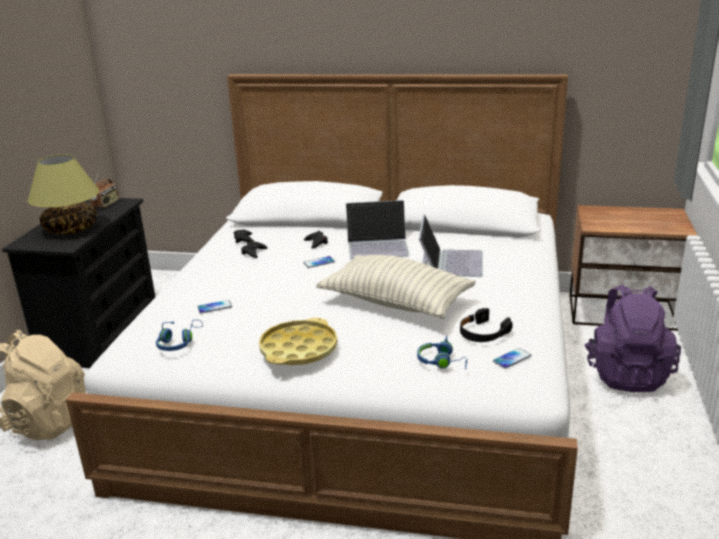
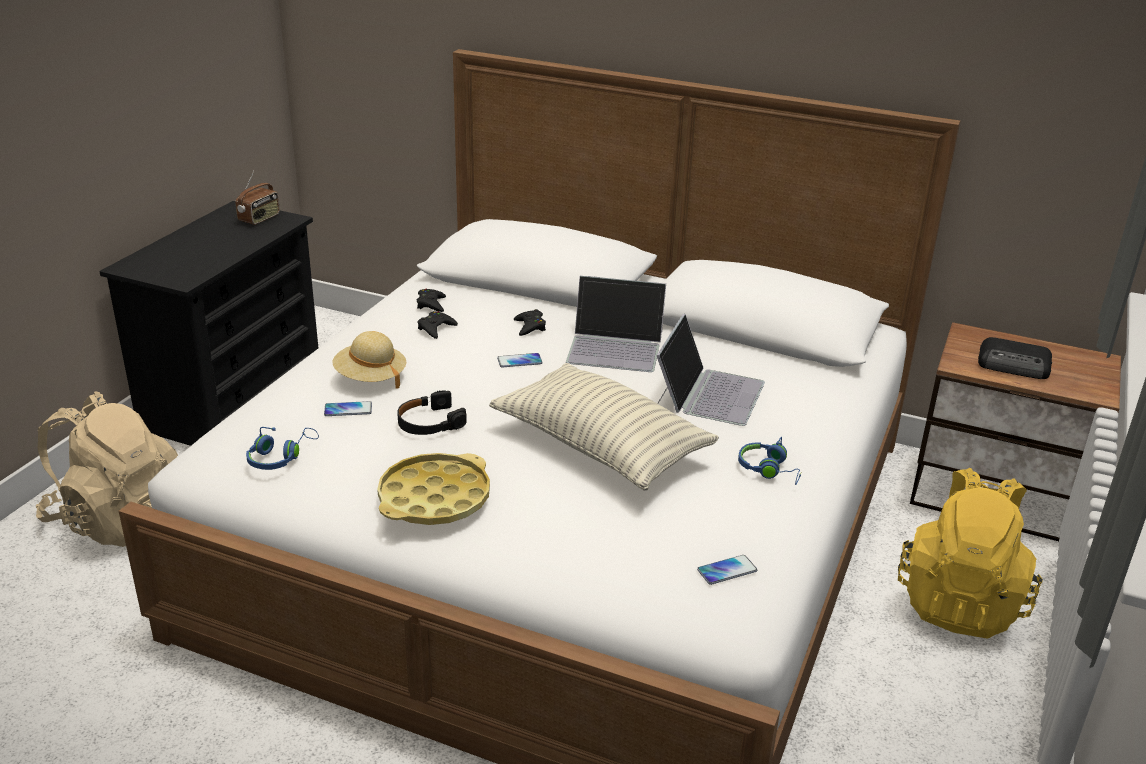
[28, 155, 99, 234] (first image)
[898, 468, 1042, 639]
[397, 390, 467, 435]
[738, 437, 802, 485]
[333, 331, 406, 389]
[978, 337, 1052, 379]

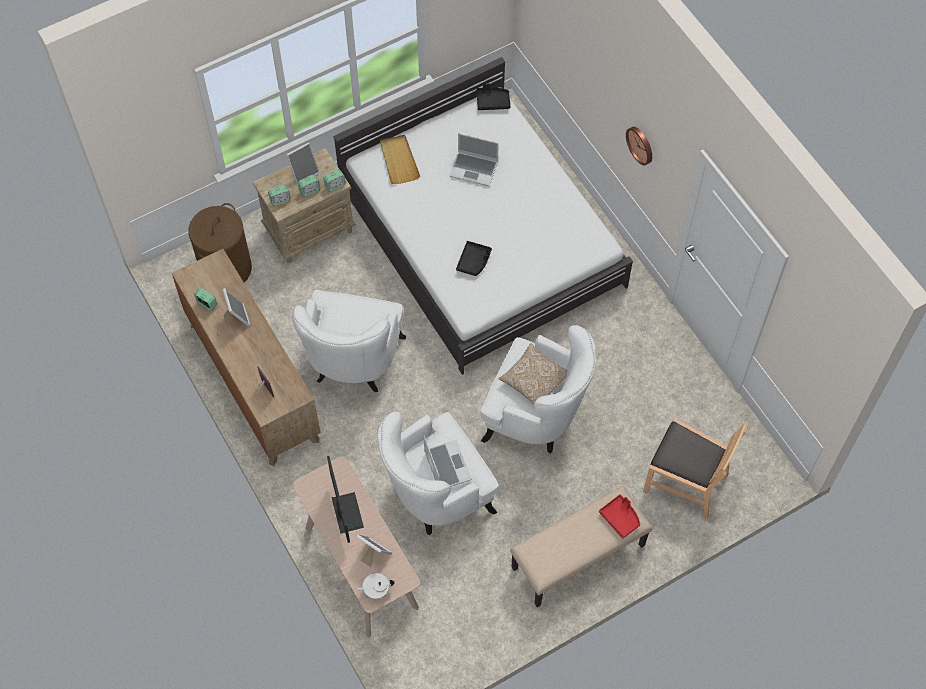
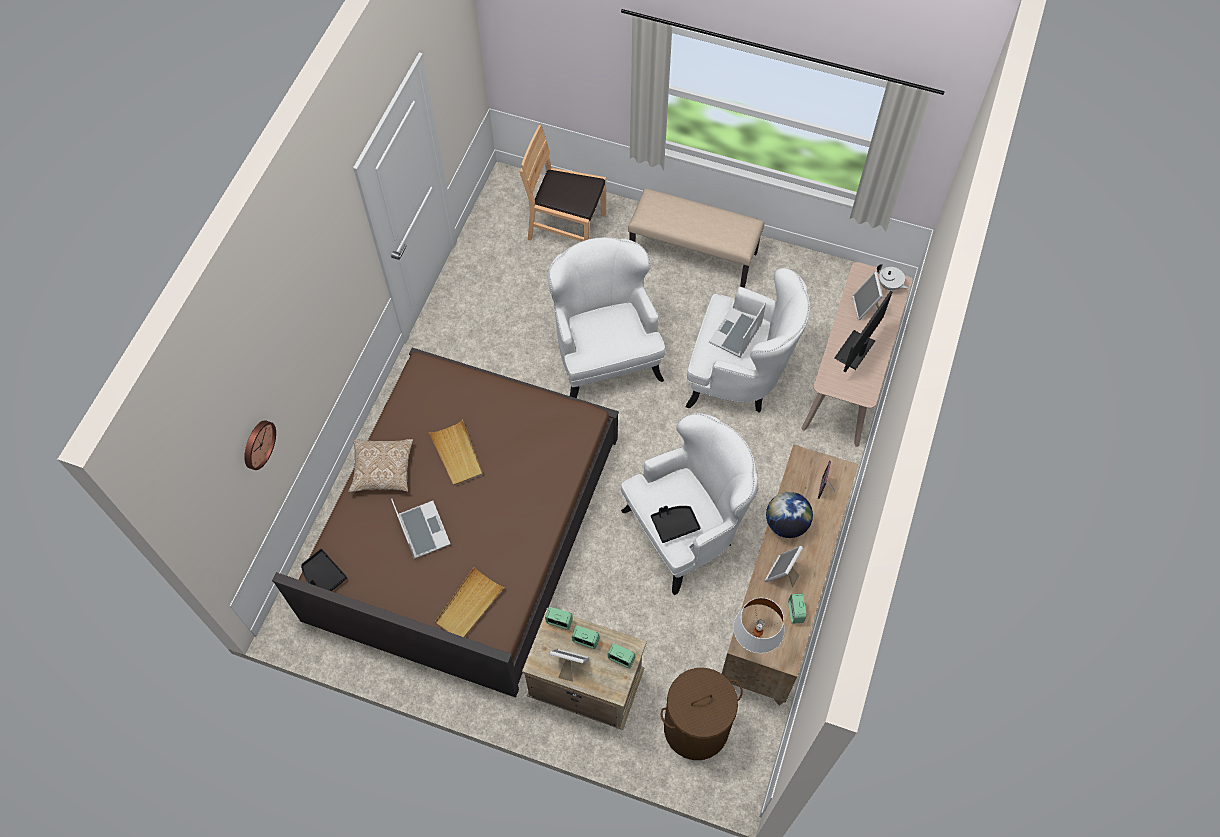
[272, 348, 619, 698]
[244, 420, 276, 470]
[651, 506, 701, 543]
[348, 439, 413, 492]
[520, 124, 606, 242]
[599, 494, 640, 539] (first image)
[429, 419, 483, 486]
[766, 492, 813, 538]
[733, 598, 785, 653]

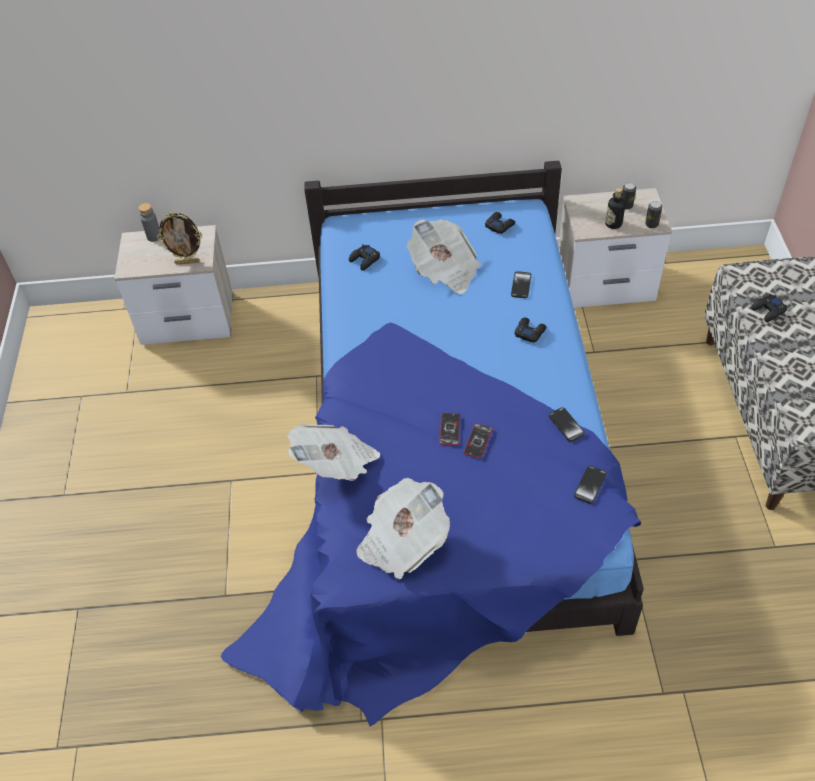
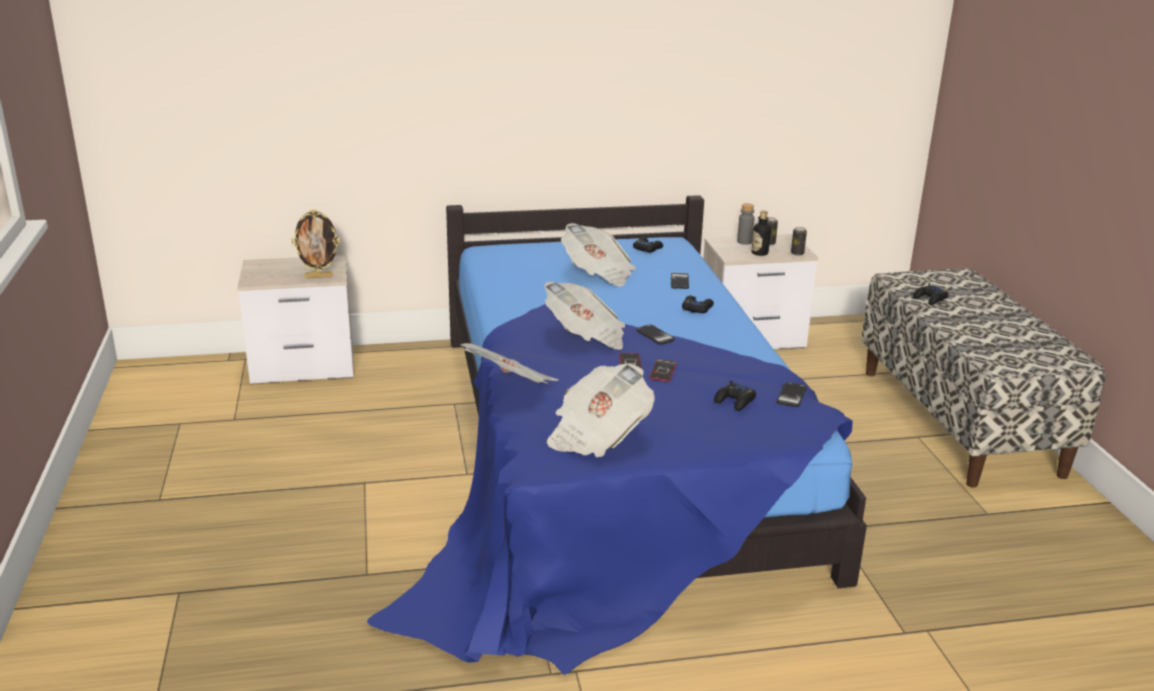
[737, 203, 755, 245]
[714, 381, 756, 411]
[636, 325, 675, 345]
[544, 281, 625, 350]

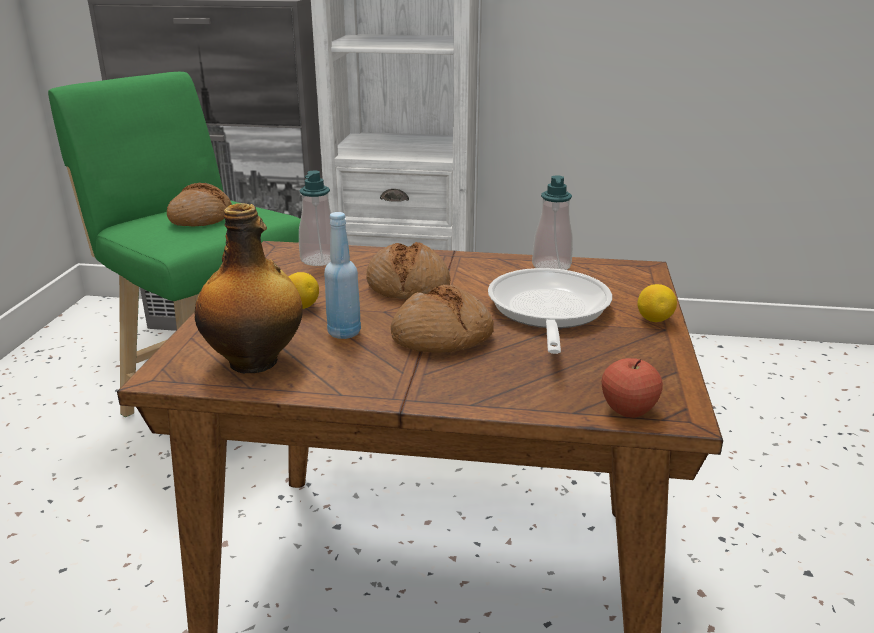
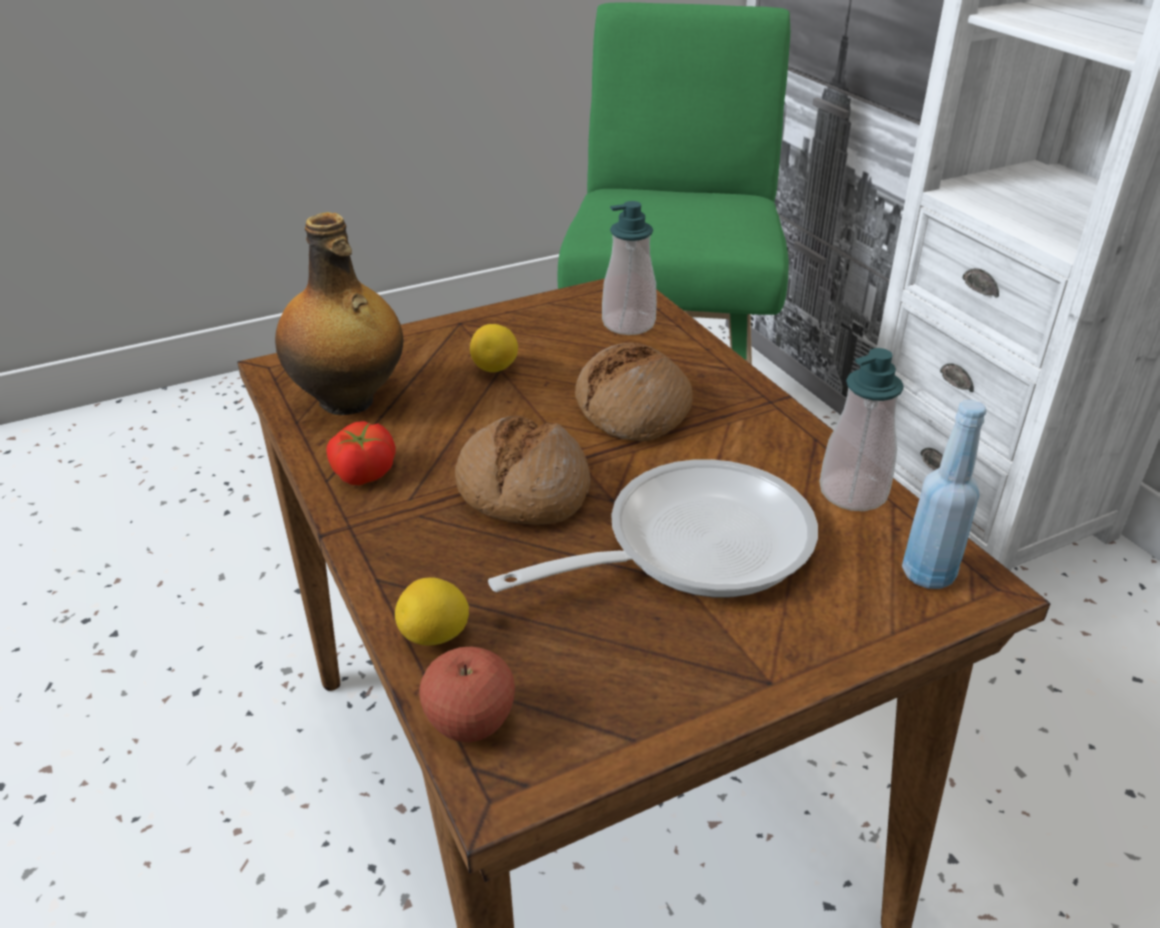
[167, 183, 232, 226] (first image)
[902, 400, 986, 589]
[395, 577, 469, 646]
[327, 421, 396, 485]

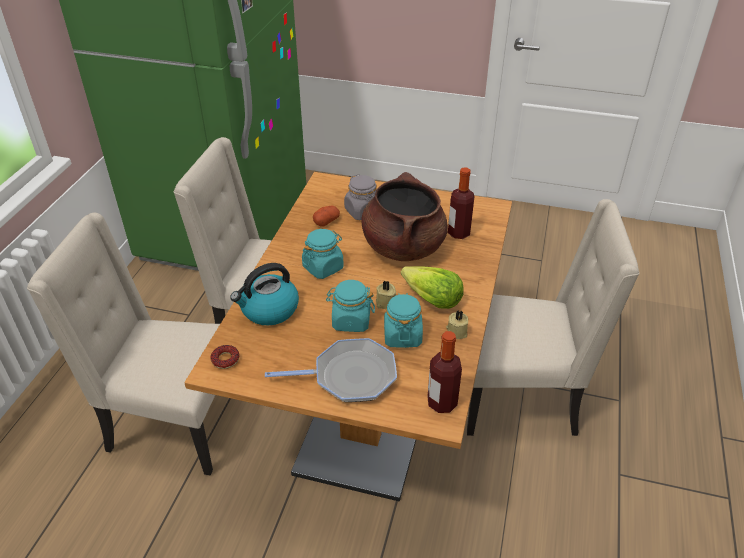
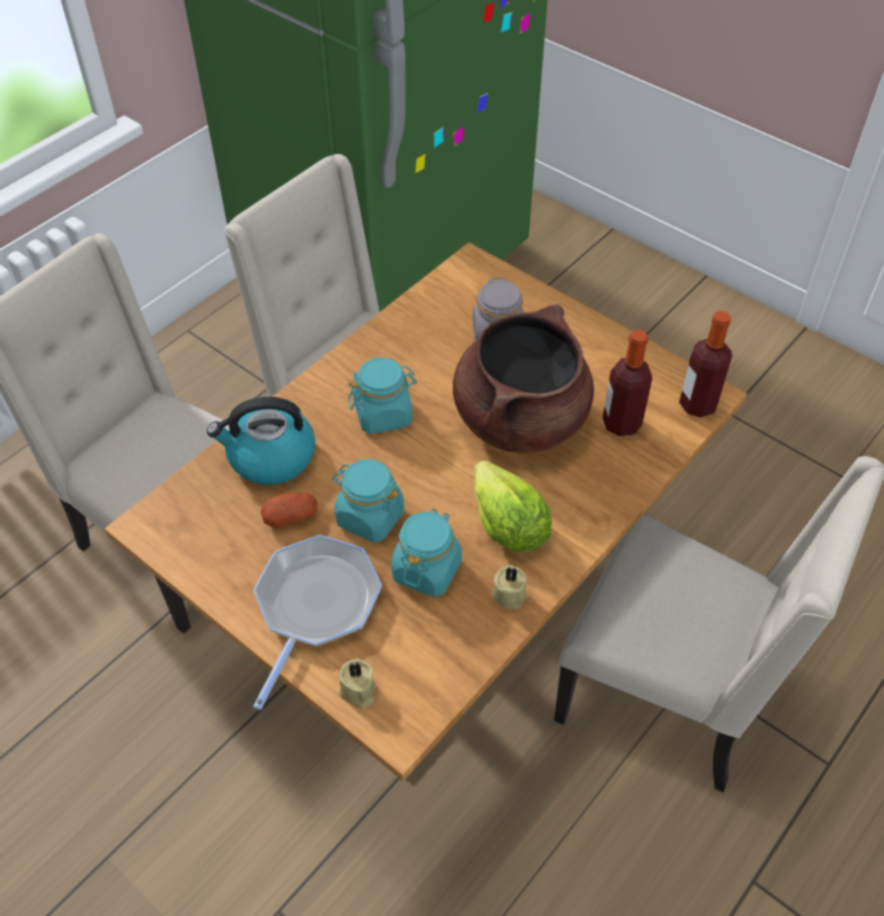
[261, 493, 317, 529]
[339, 659, 376, 709]
[679, 311, 732, 418]
[253, 535, 382, 710]
[211, 345, 240, 369] (first image)

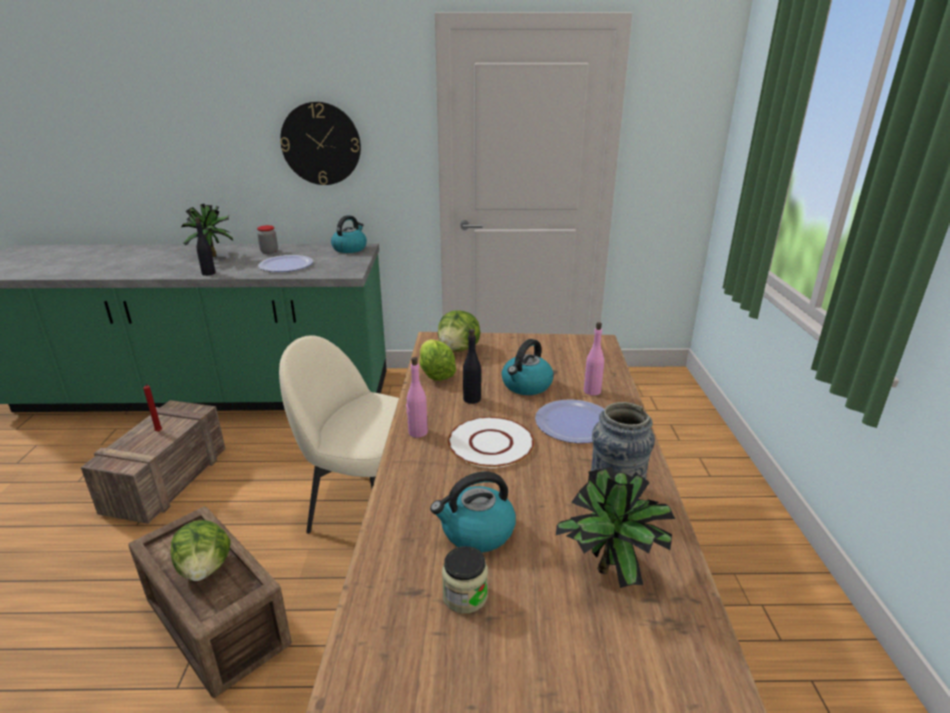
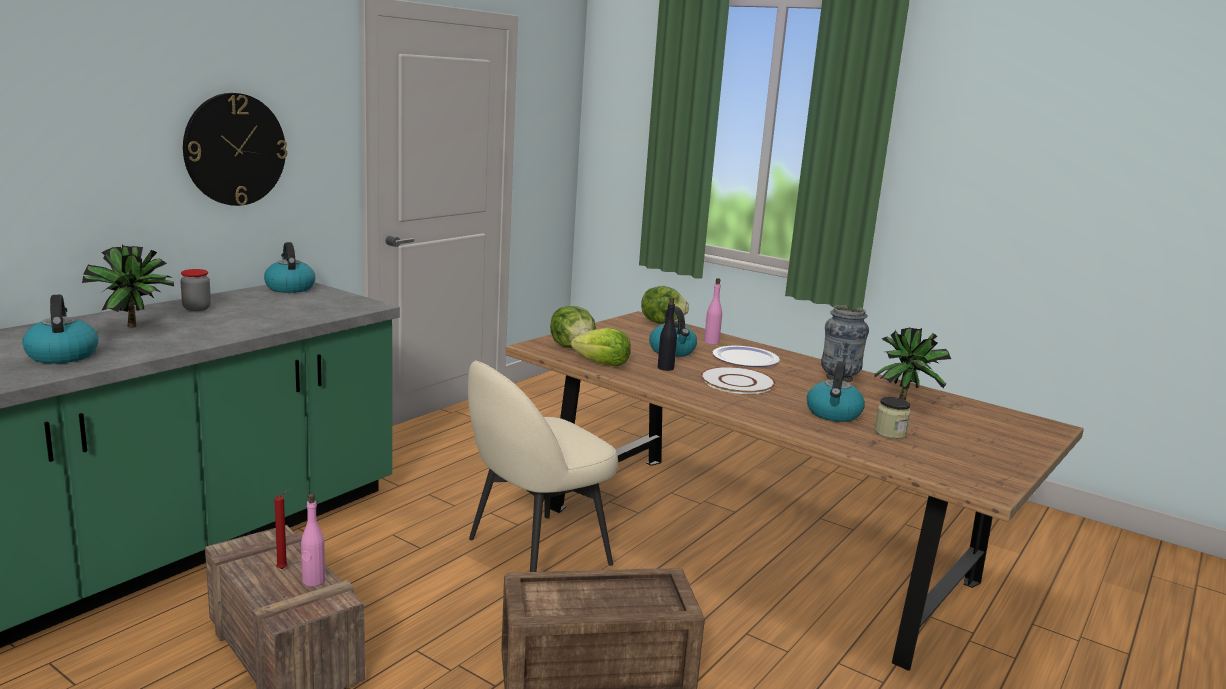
[195, 217, 216, 276] (first image)
[258, 255, 313, 272] (first image)
[301, 494, 325, 586]
[641, 286, 689, 324]
[22, 295, 99, 364]

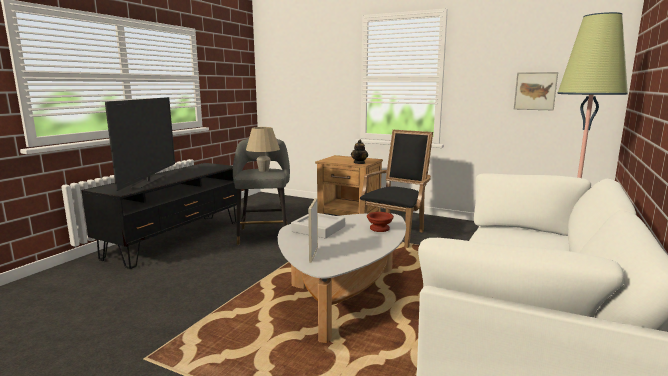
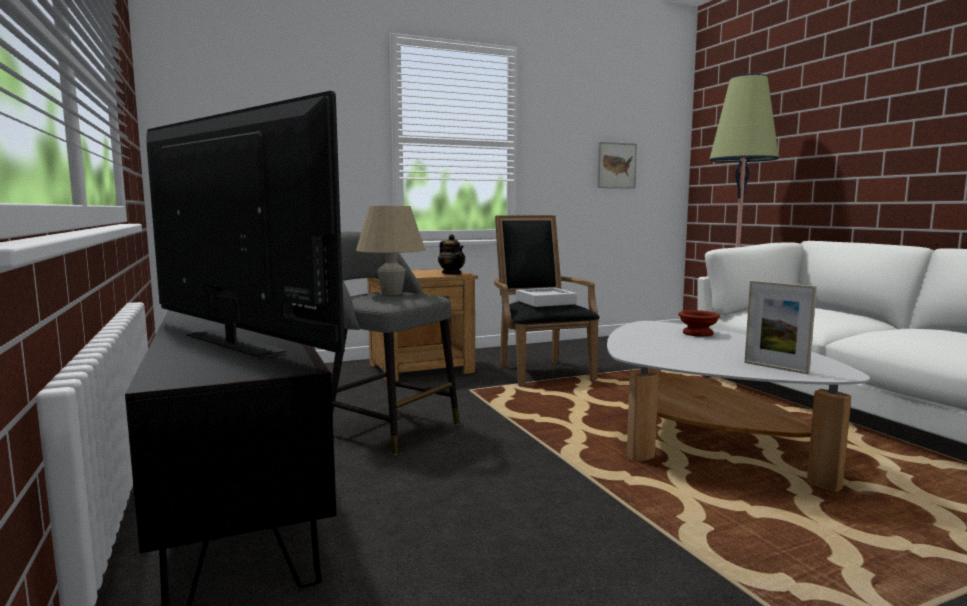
[516, 288, 577, 307]

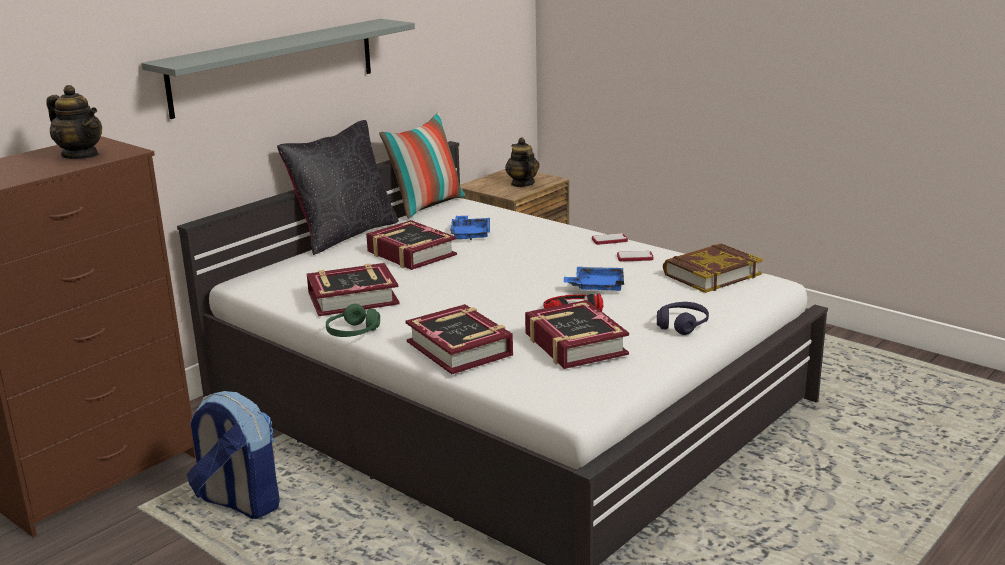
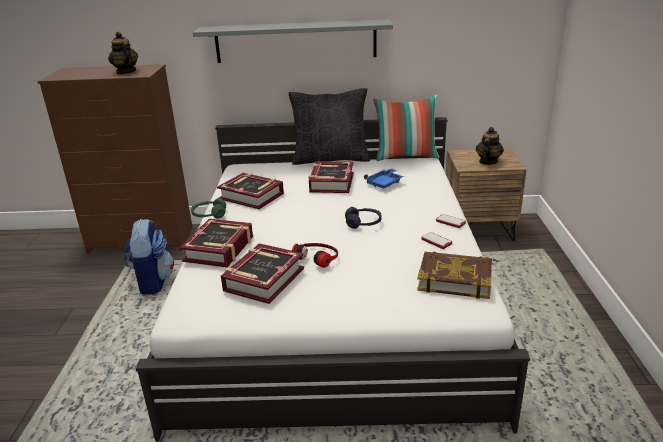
[108, 32, 138, 74]
[564, 267, 624, 291] (first image)
[345, 207, 382, 229]

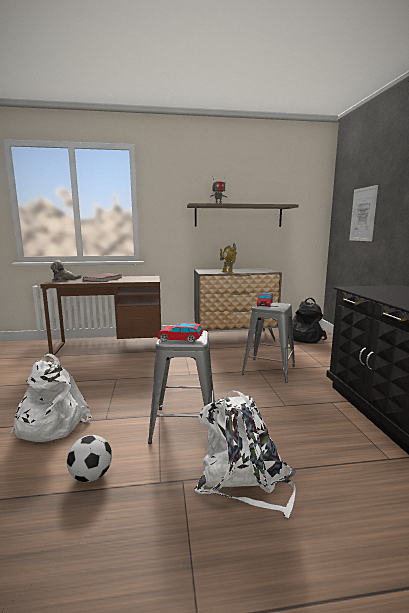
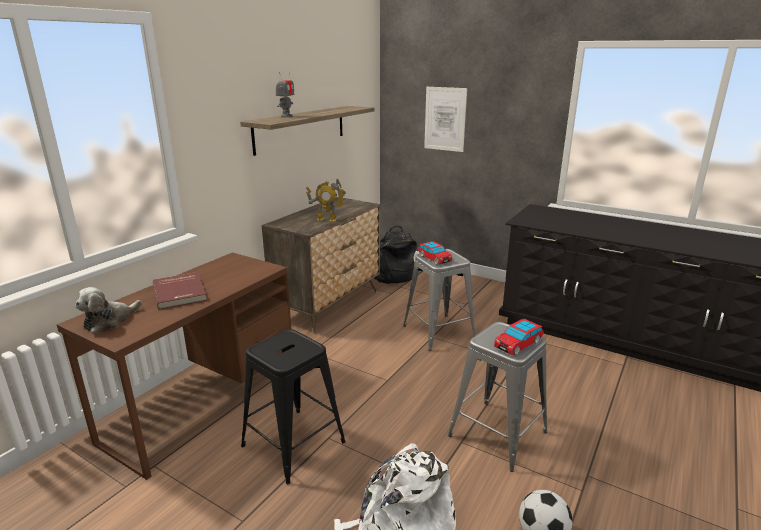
[194, 391, 295, 518] (first image)
[241, 329, 346, 484]

